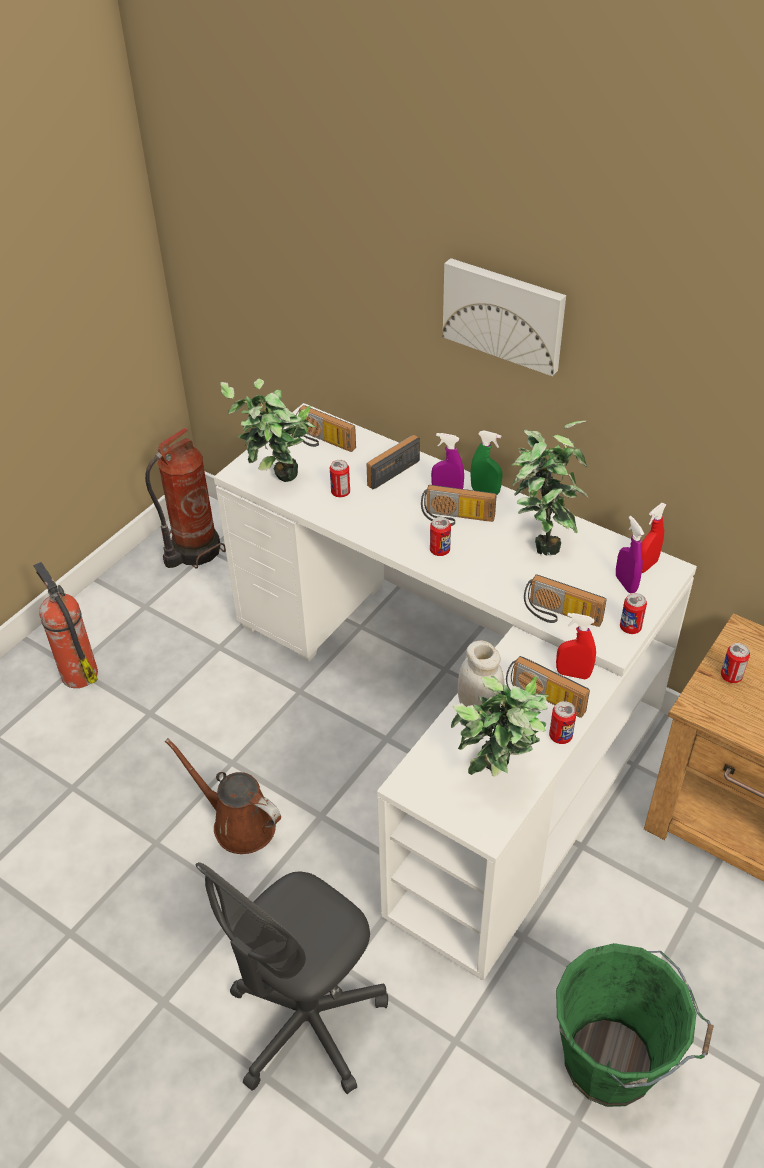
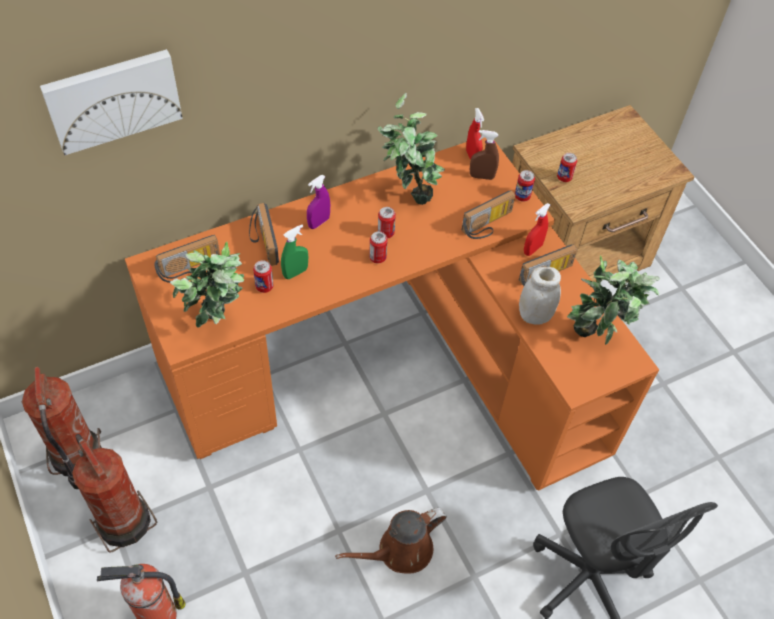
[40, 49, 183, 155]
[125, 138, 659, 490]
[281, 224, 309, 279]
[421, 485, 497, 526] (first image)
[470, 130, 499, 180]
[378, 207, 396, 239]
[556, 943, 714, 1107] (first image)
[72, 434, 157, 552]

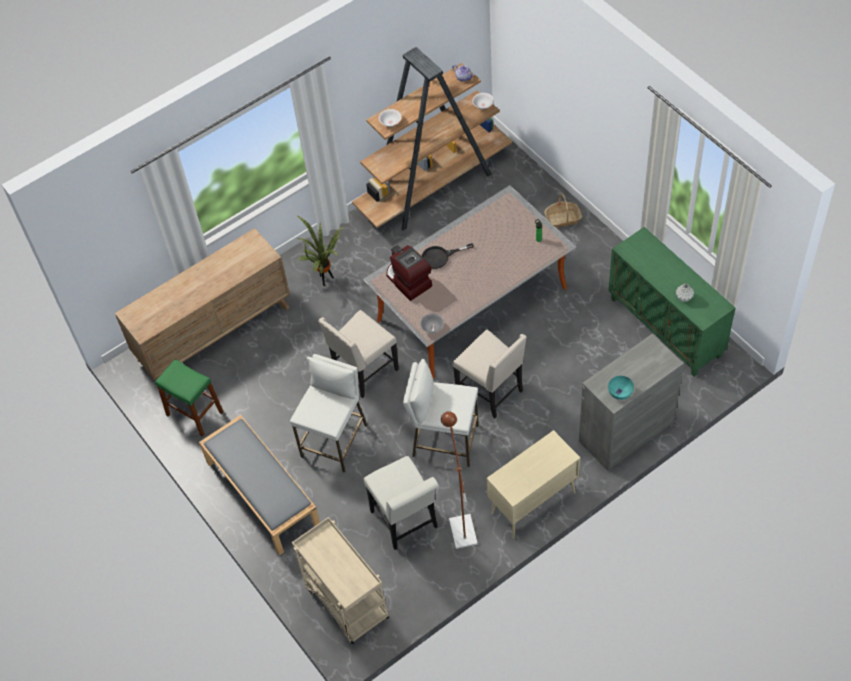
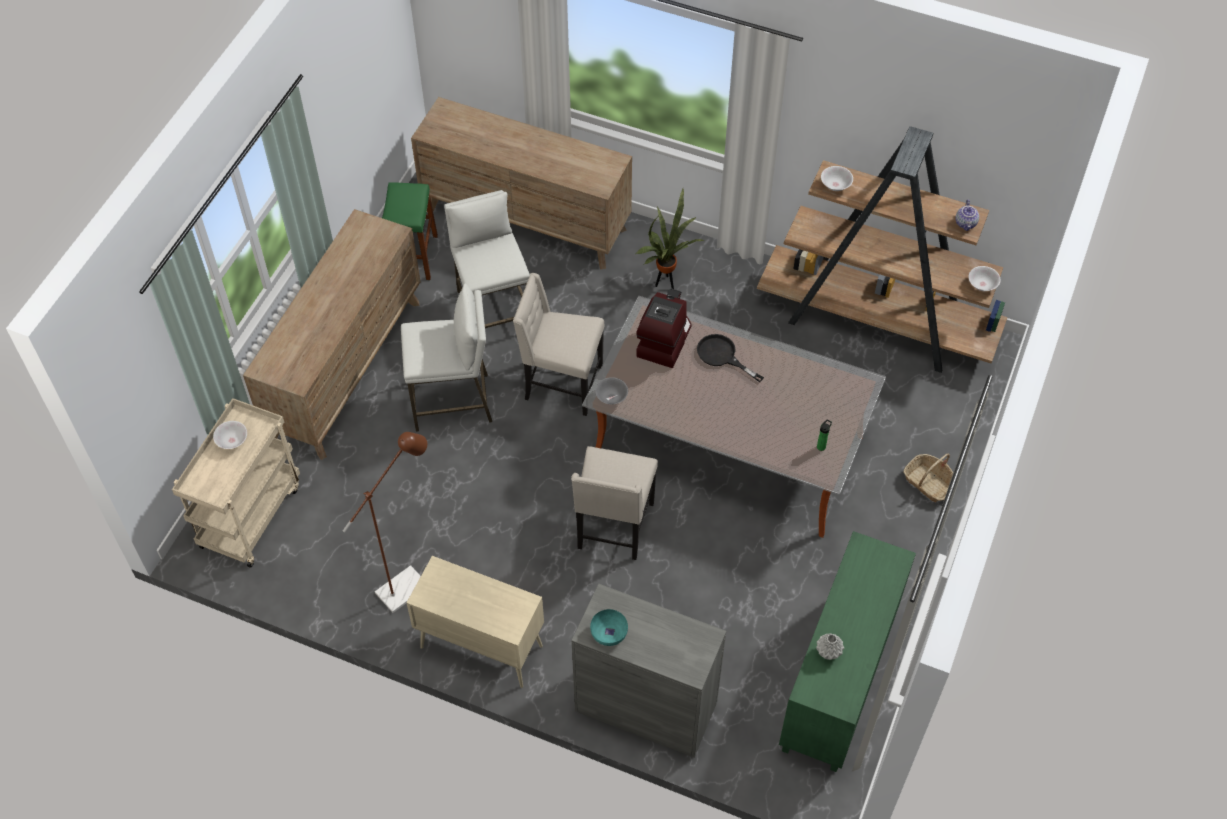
[444, 190, 530, 328]
[243, 209, 421, 460]
[364, 456, 439, 550] (first image)
[213, 421, 247, 449]

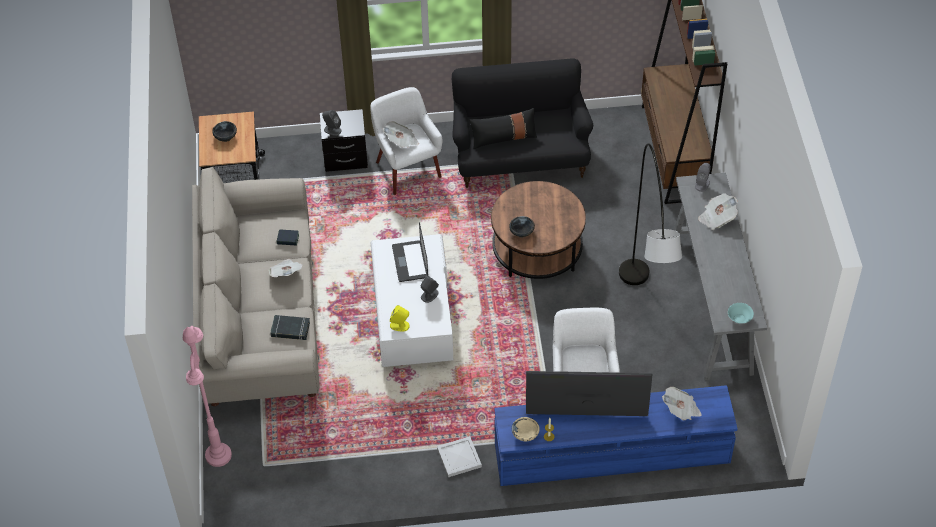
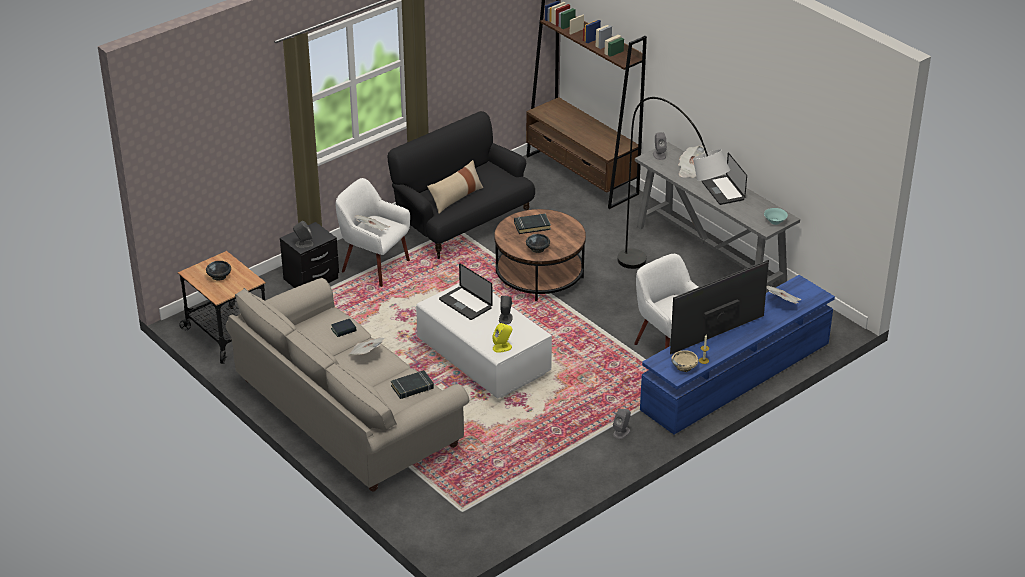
[427, 160, 484, 214]
[183, 326, 232, 467] (first image)
[613, 409, 631, 439]
[702, 152, 747, 205]
[514, 214, 551, 234]

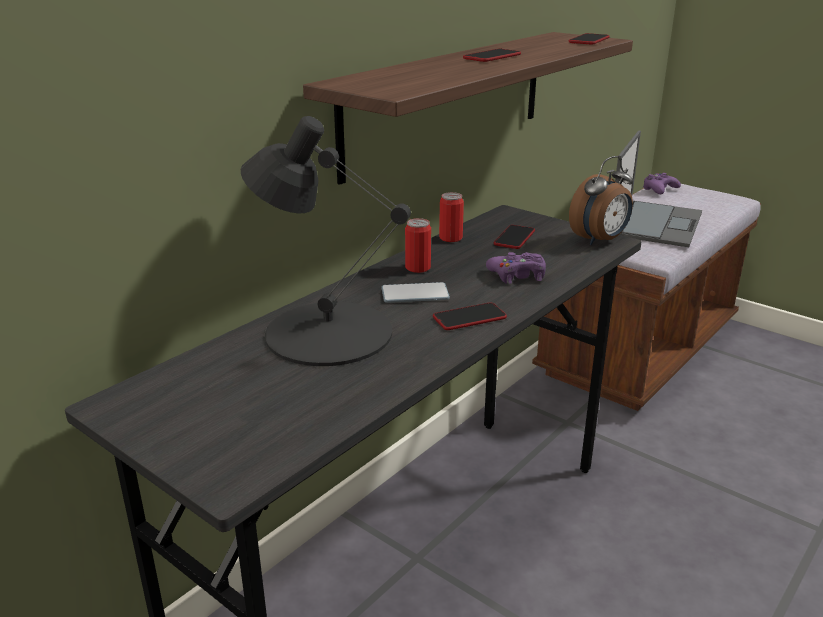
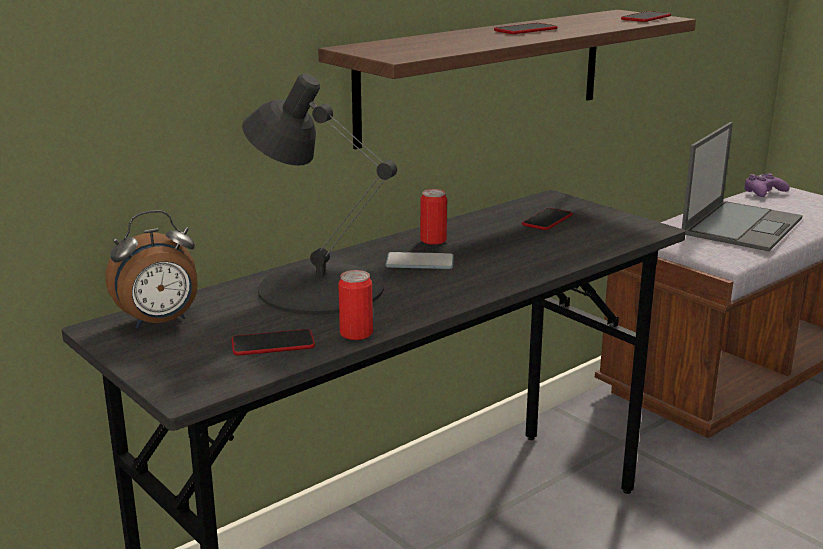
[106, 210, 198, 329]
[338, 270, 373, 340]
[486, 252, 546, 284] (first image)
[232, 329, 315, 356]

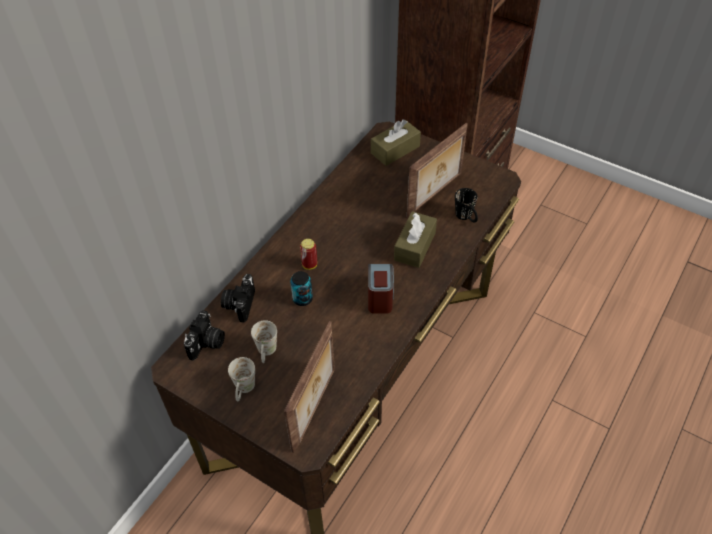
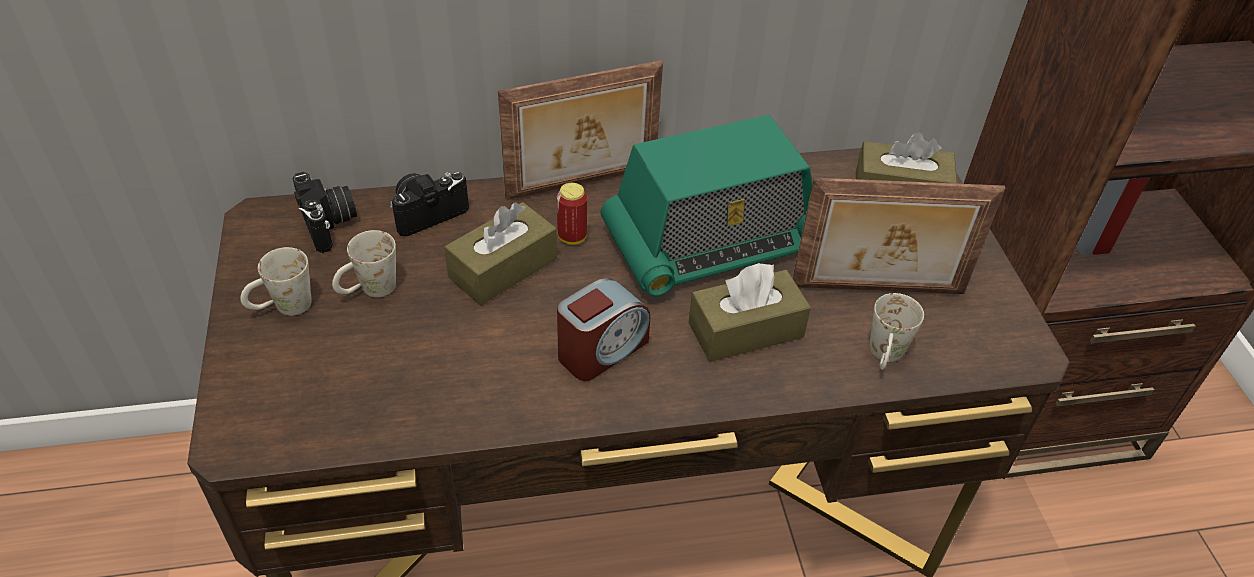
[870, 293, 924, 370]
[444, 202, 557, 305]
[293, 172, 357, 253]
[498, 60, 663, 200]
[600, 115, 813, 296]

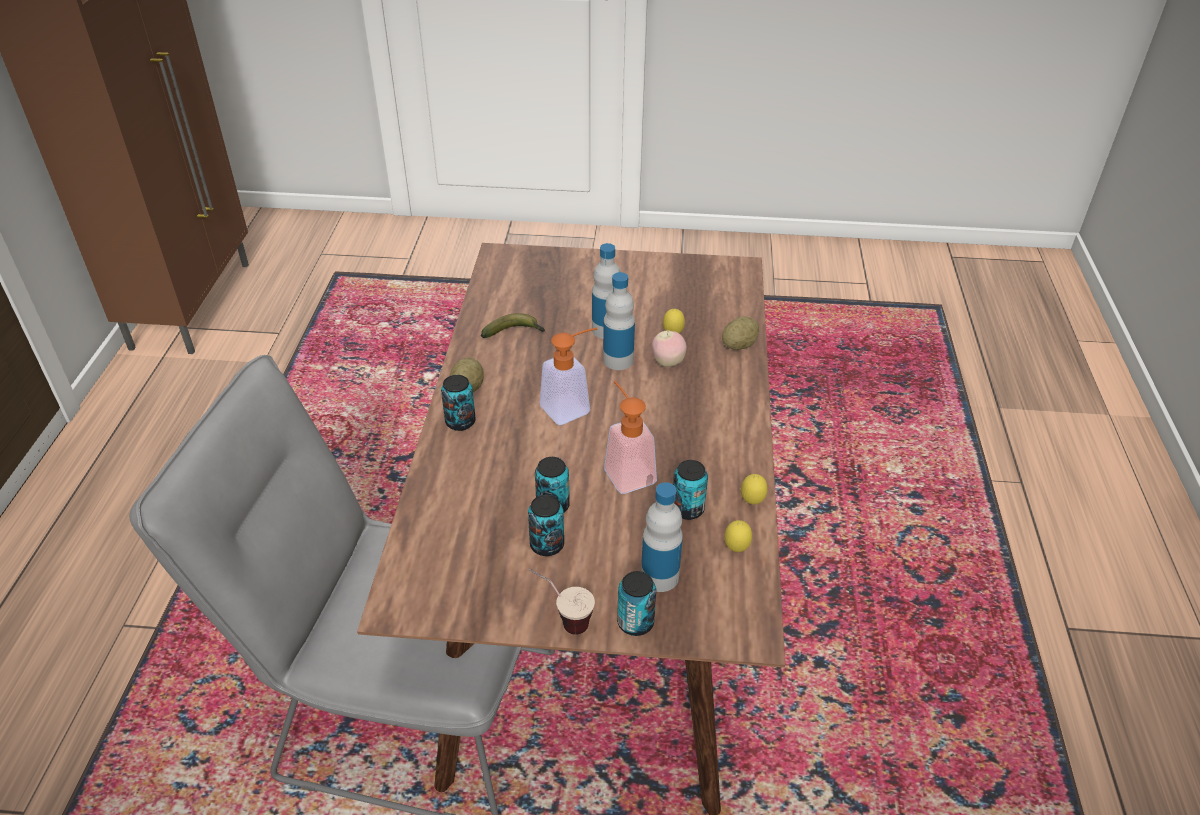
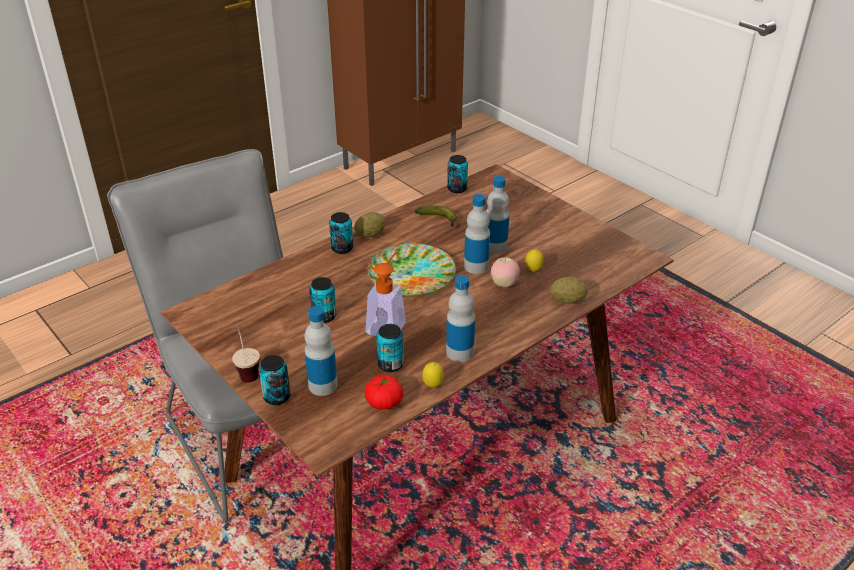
[368, 243, 456, 297]
[447, 155, 468, 193]
[364, 375, 403, 410]
[446, 275, 475, 362]

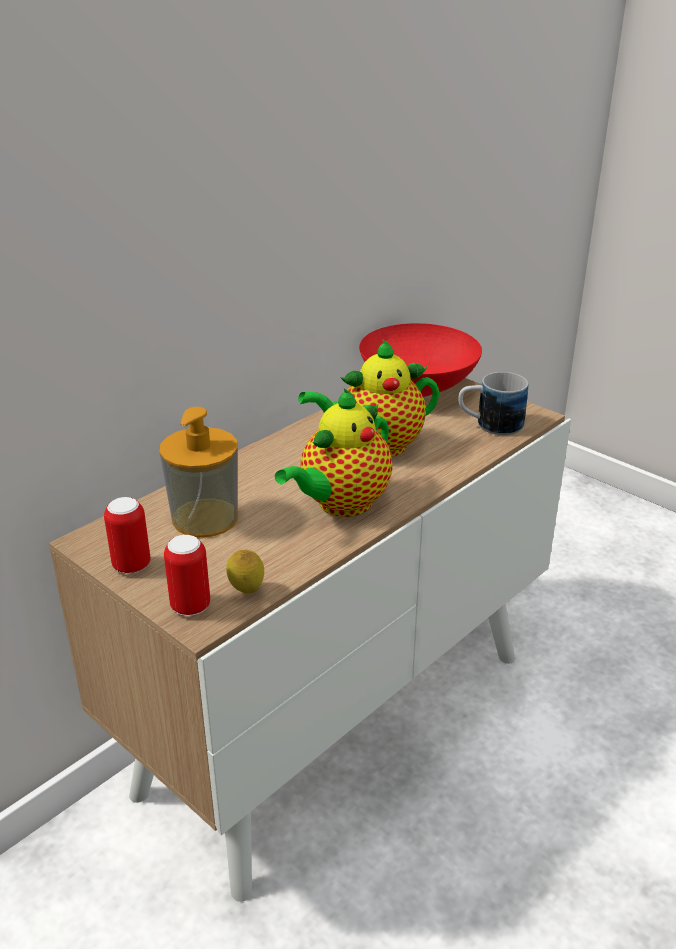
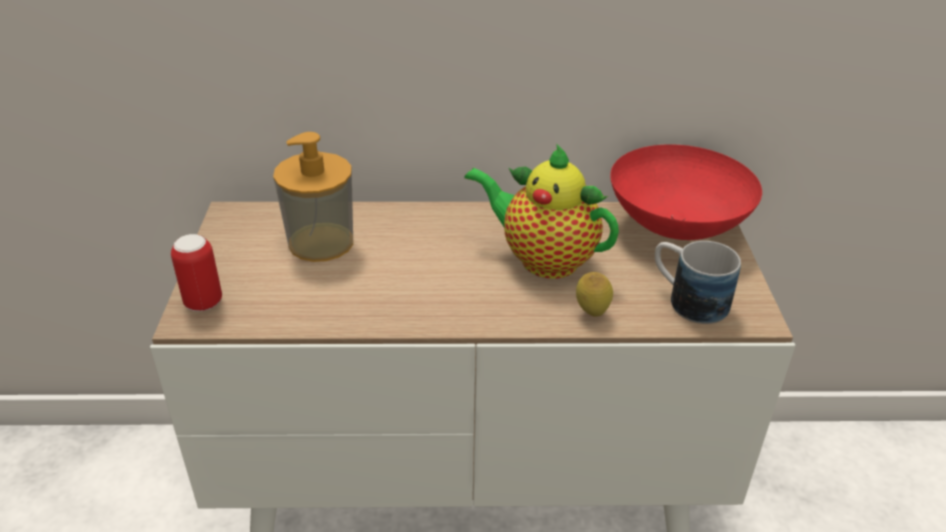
[275, 389, 393, 517] (first image)
[104, 497, 151, 574] (first image)
[576, 272, 613, 317]

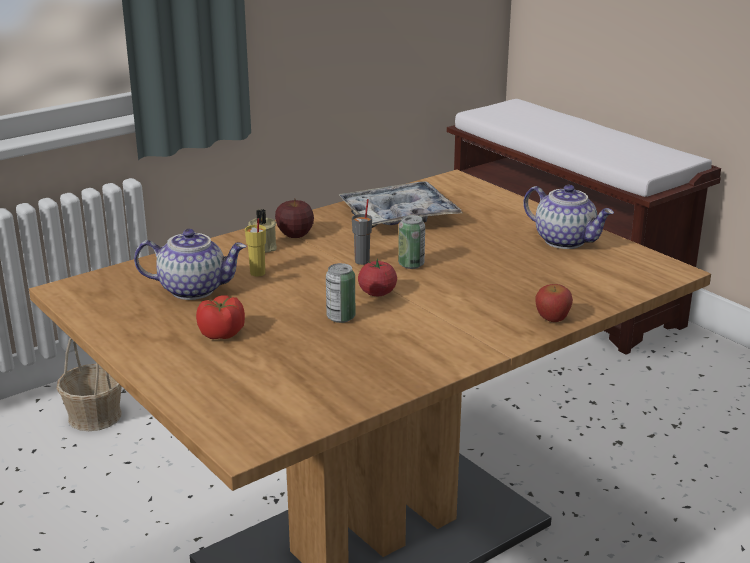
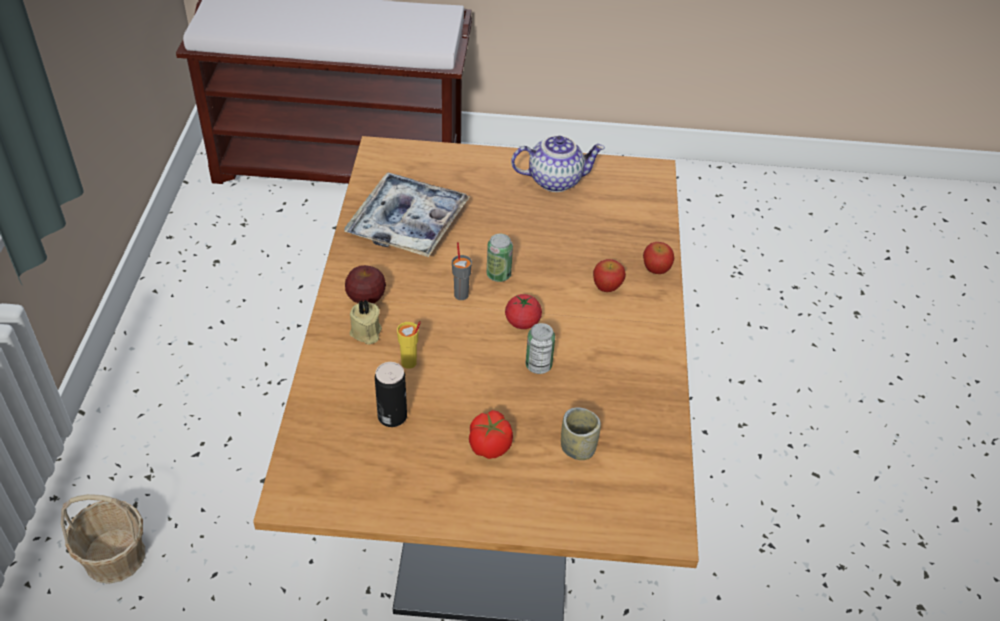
[375, 362, 407, 427]
[593, 259, 626, 292]
[561, 407, 601, 460]

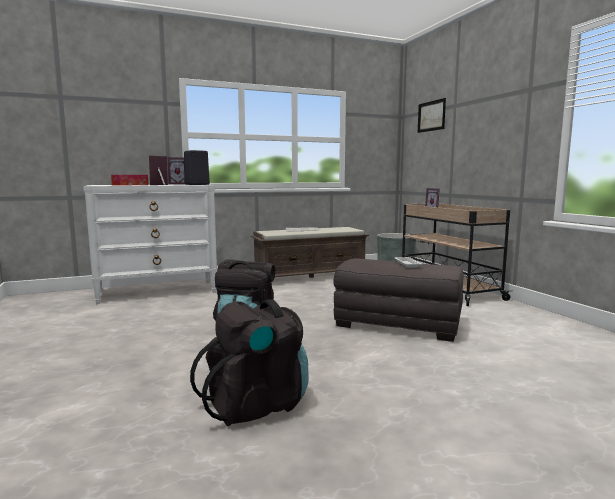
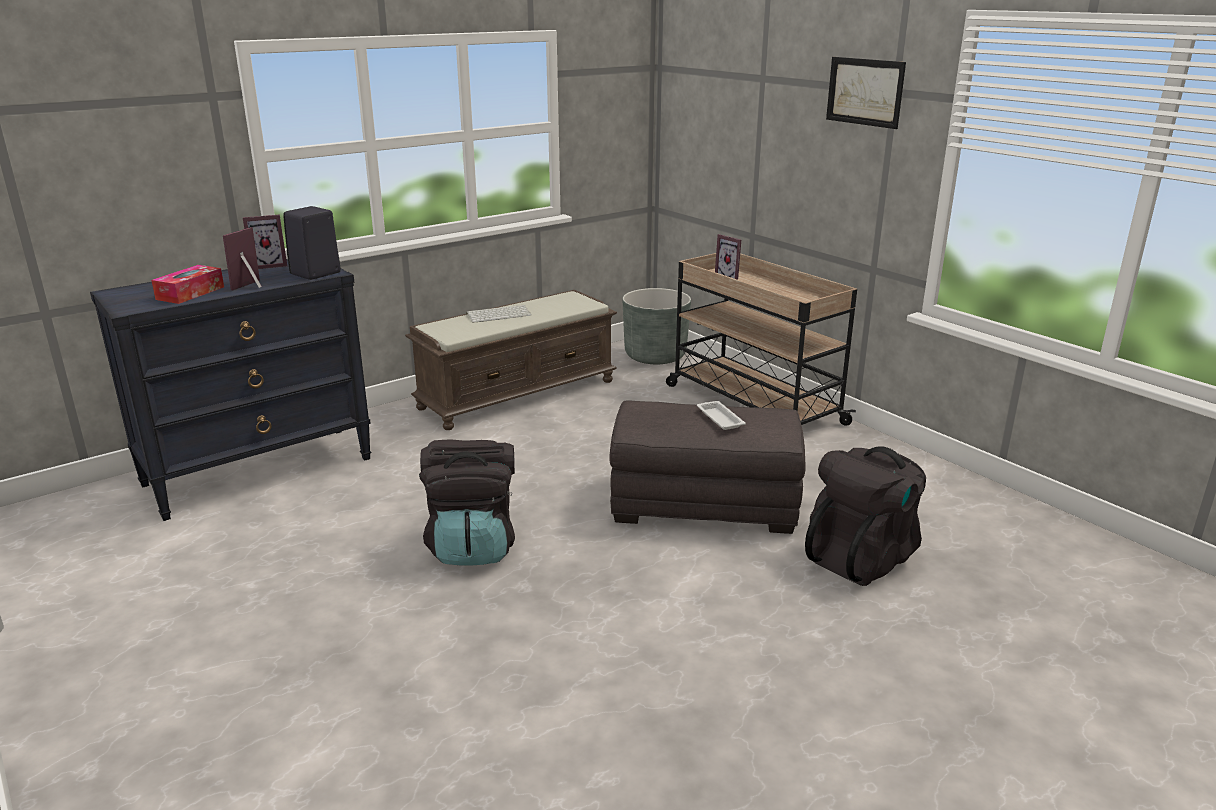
[826, 57, 906, 129]
[90, 259, 372, 521]
[805, 446, 926, 586]

